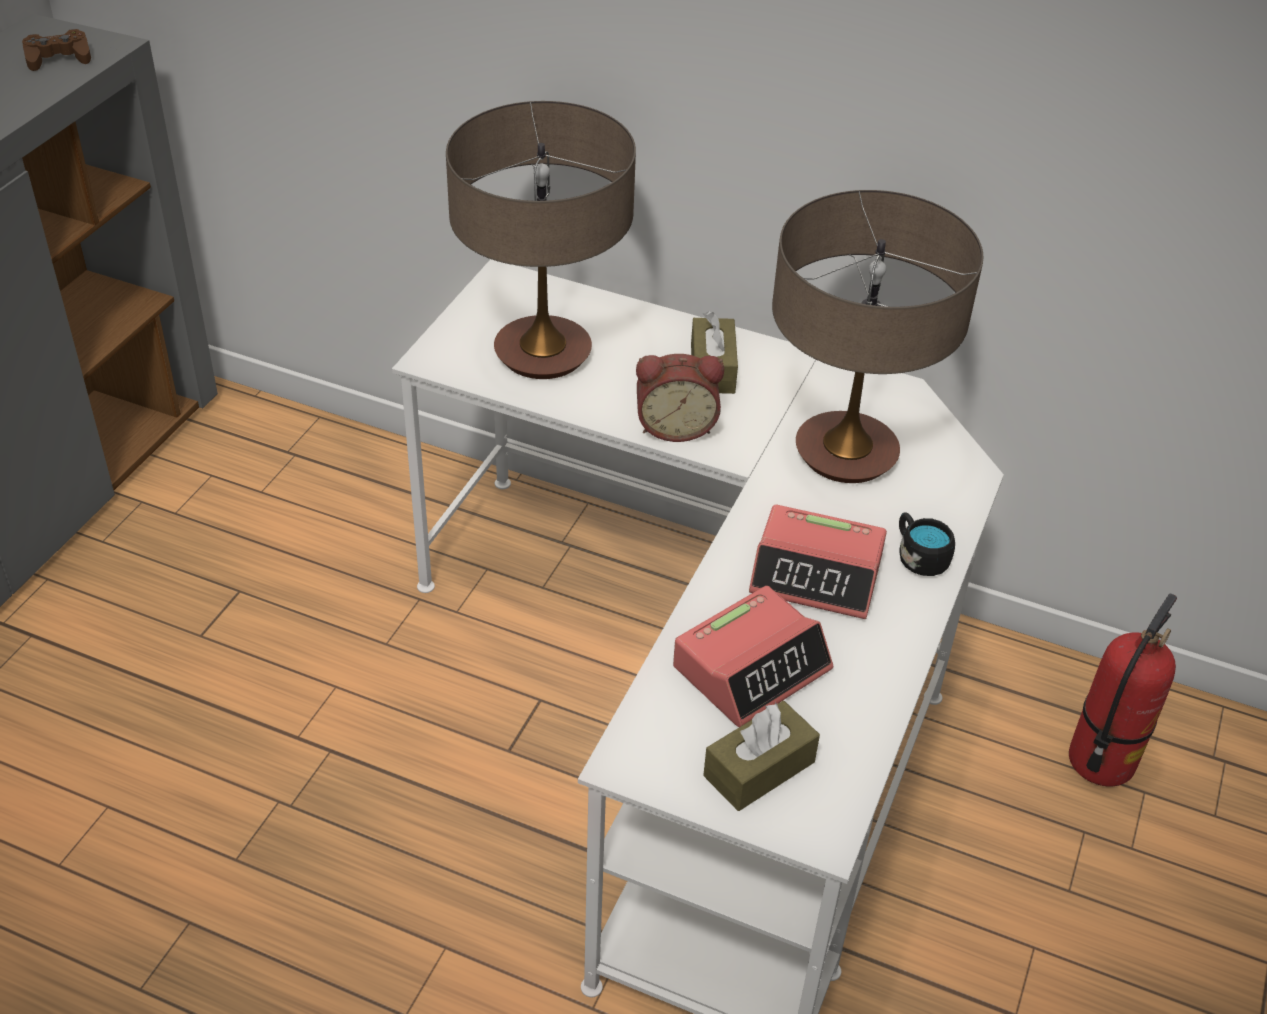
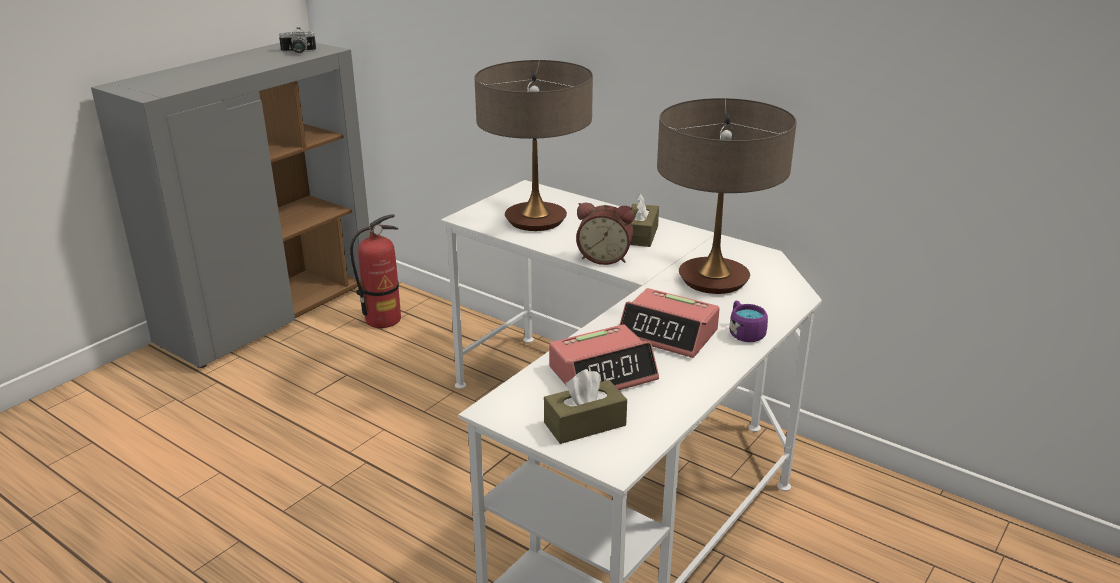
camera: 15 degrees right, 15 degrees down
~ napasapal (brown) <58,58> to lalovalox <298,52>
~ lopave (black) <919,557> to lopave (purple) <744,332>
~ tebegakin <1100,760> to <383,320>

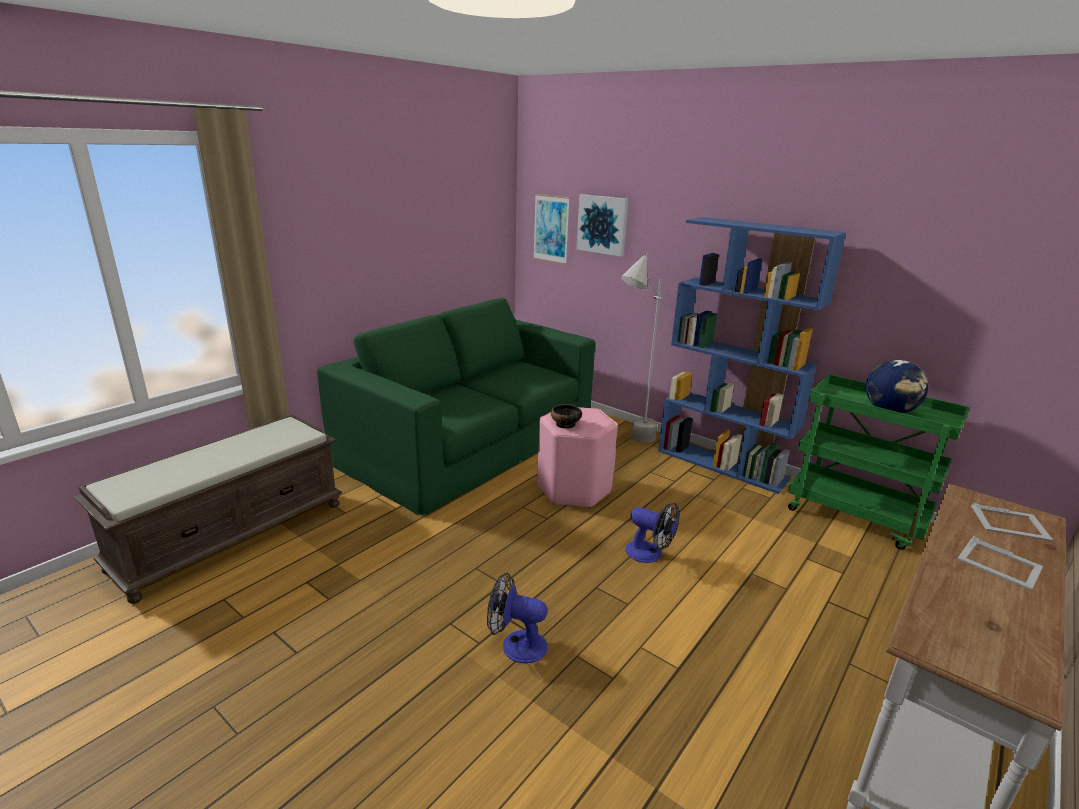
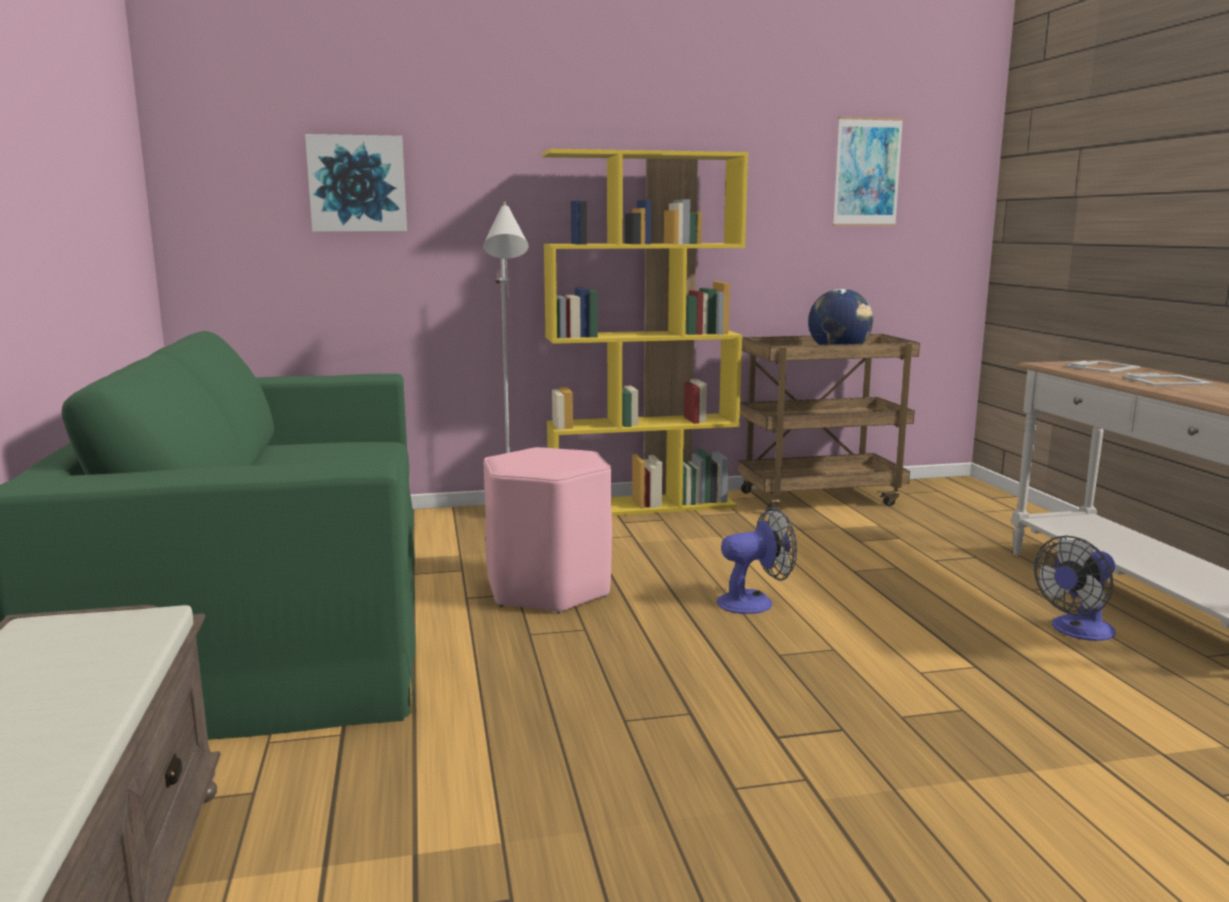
camera: 50 degrees left, 10 degrees down
~ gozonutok <516,644> to <1077,631>
~ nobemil <551,229> to <867,172>
- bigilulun <565,424>
~ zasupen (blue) <723,465> to zasupen (yellow) <642,505>
~ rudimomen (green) <856,516> to rudimomen (brown) <820,498>

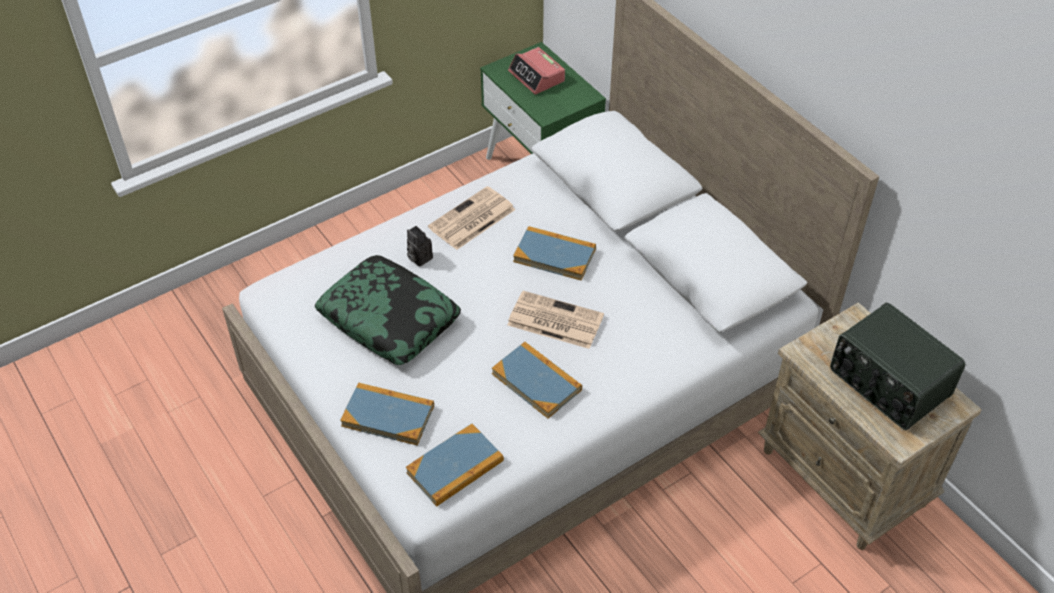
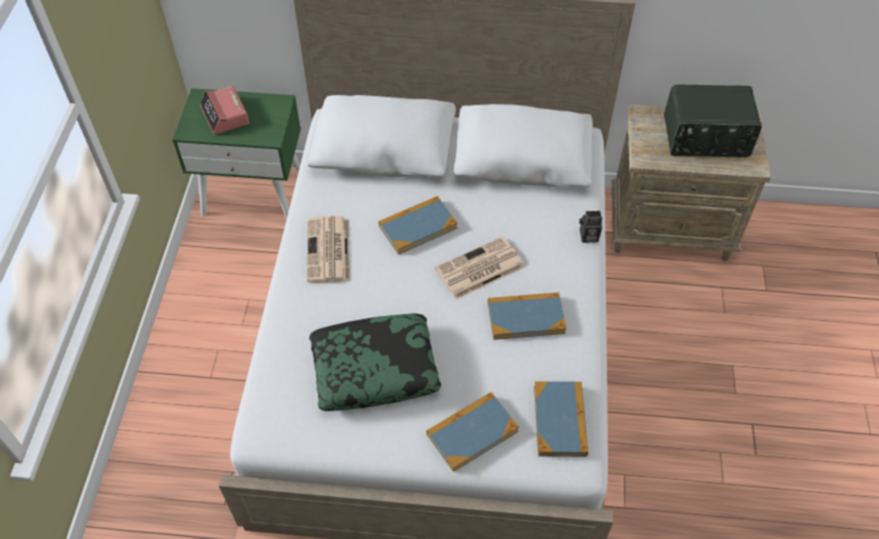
camera: 50 degrees left, 5 degrees up
~ lalovalox <418,258> to <588,237>
~ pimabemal <537,77> = <225,115> 60 degrees clockwise

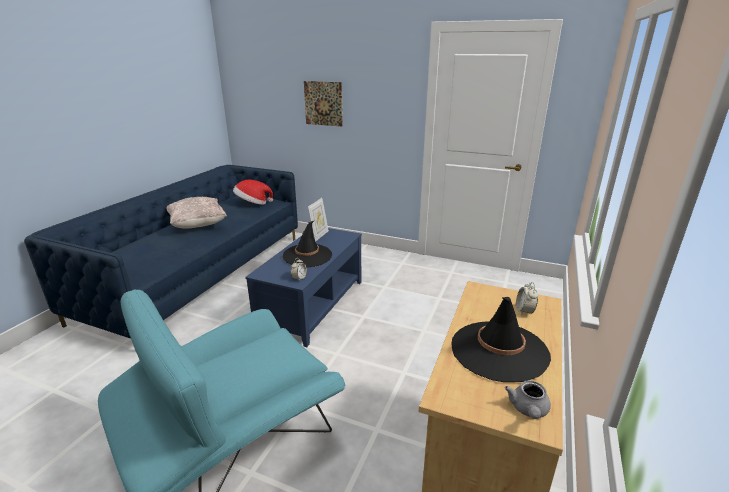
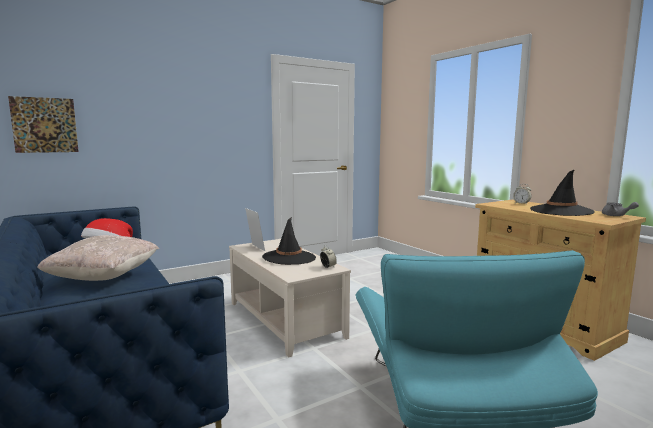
camera: 55 degrees left, 15 degrees down
~ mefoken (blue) <312,304> to mefoken (beige) <284,319>
~ nobemil <323,103> to <45,125>

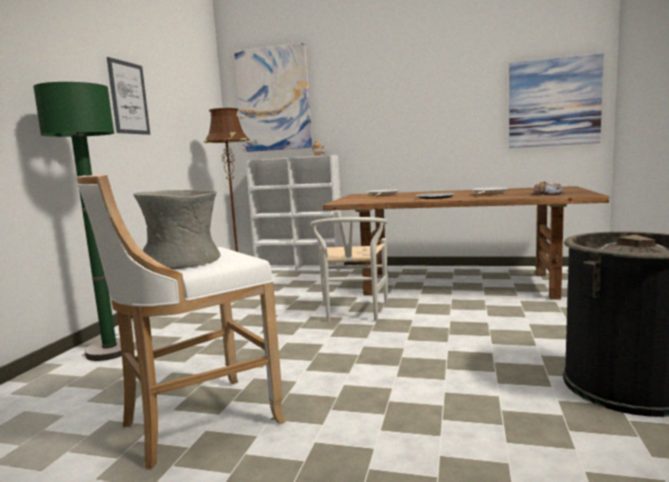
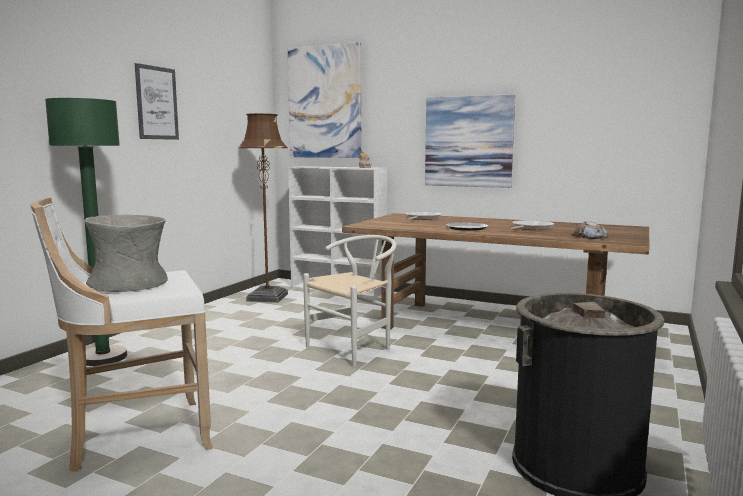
camera: 10 degrees right, 0 degrees up
~ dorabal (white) <353,314> = <355,348> 150 degrees counterclockwise
~ nobemil <554,102> to <468,141>

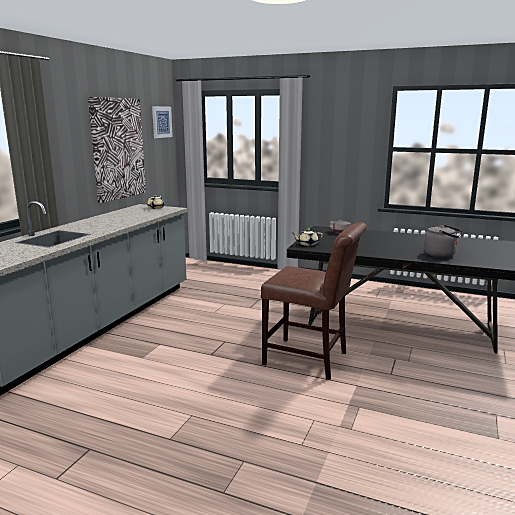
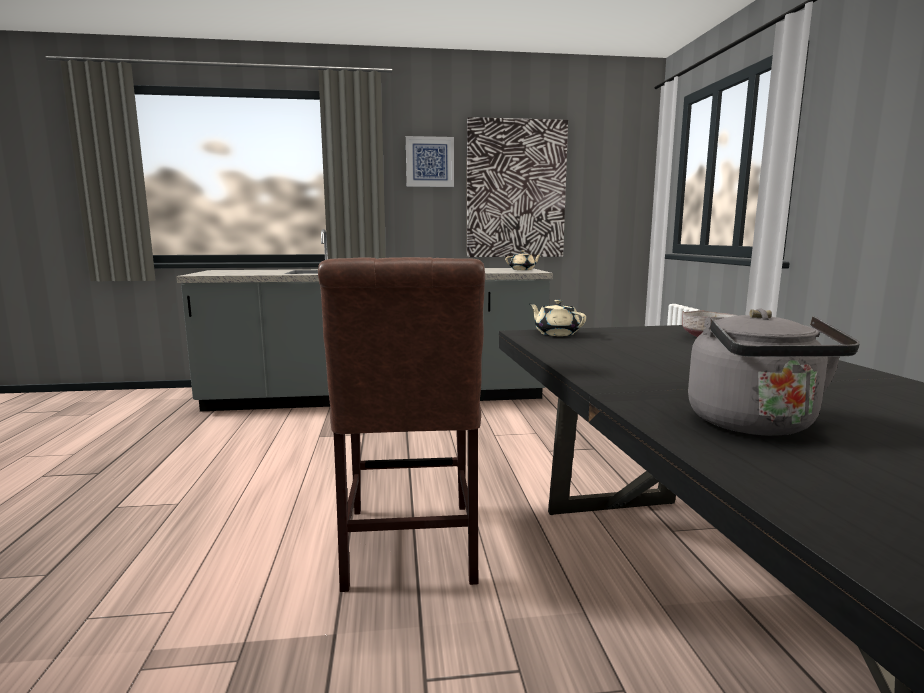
camera: 60 degrees right, 5 degrees down
~ nobemil <161,122> to <429,162>

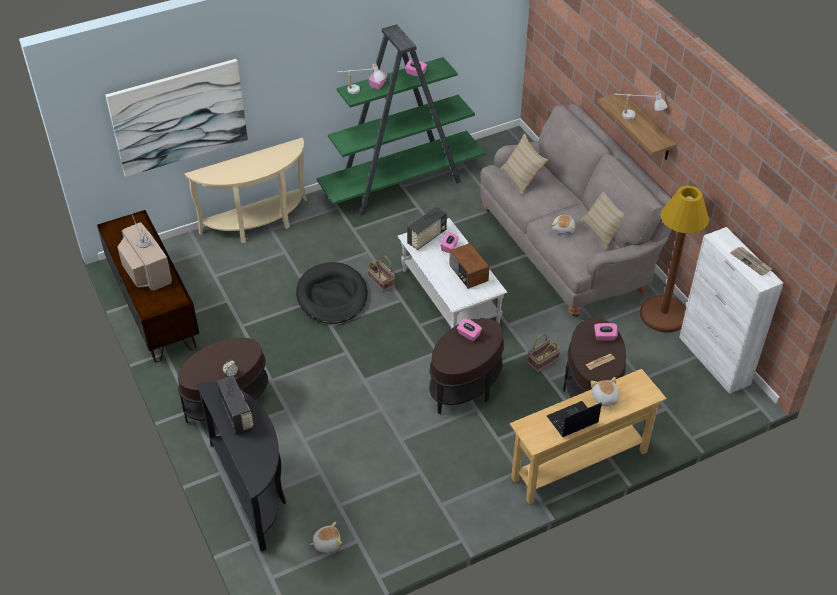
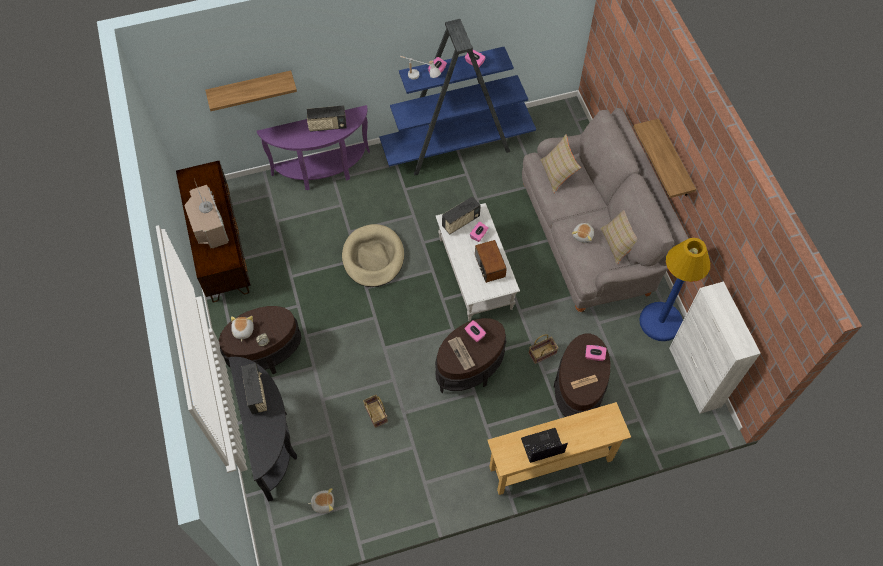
camera: 10 degrees right, 15 degrees up
~ nobemil <179,117> to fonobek <250,87>
~ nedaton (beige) <258,224> to nedaton (purple) <323,172>
~ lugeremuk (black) <332,296> to lugeremuk (beige) <373,257>
~ zasupen (green) <402,183> to zasupen (blue) <457,146>
~ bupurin <380,281> to <375,413>
~ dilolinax <604,398> to <243,331>
- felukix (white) <636,120>
~ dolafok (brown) <663,315> to dolafok (blue) <660,322>
~ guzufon <751,262> to <462,353>
+ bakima <327,126>

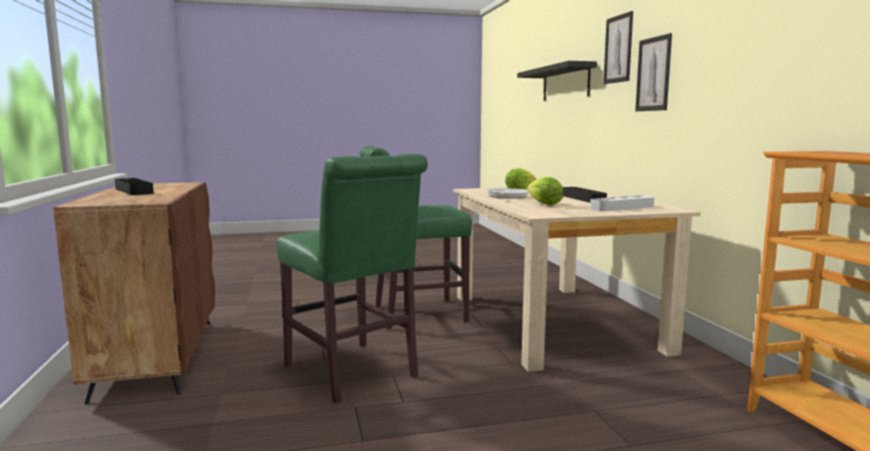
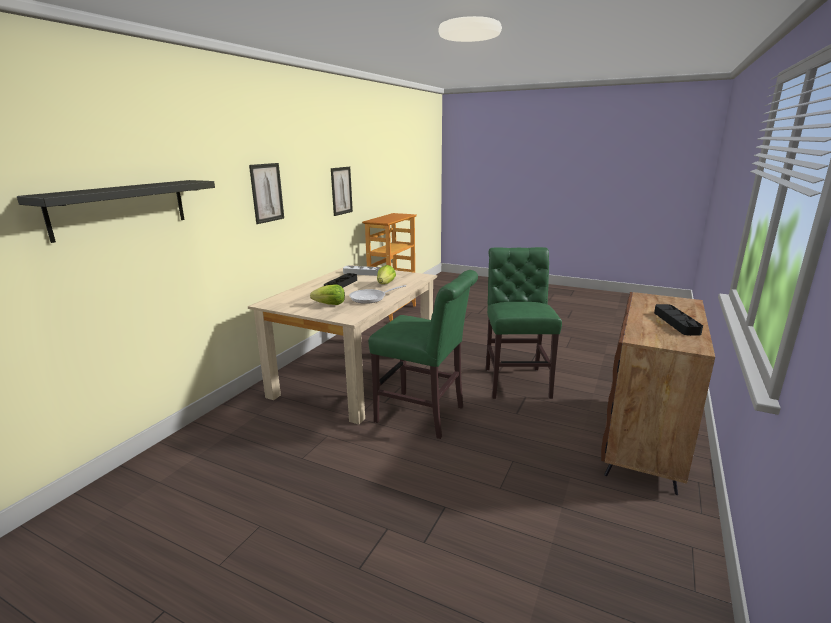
camera: 140 degrees left, 10 degrees up
~ nobemil <618,49> to <341,191>

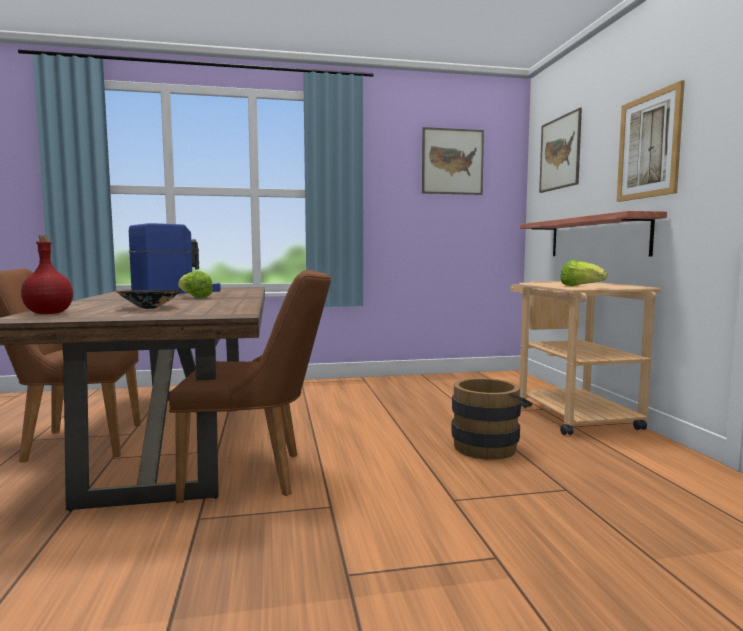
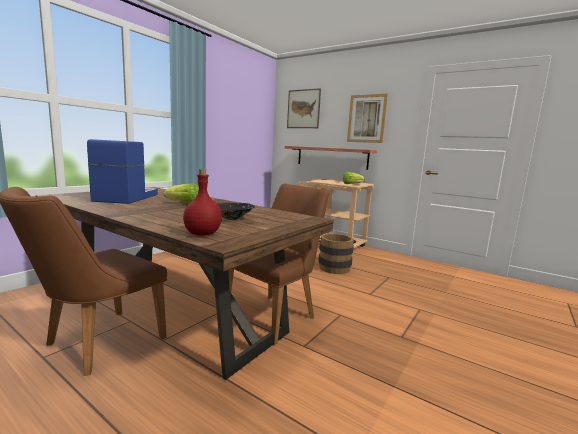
camera: 45 degrees left, 5 degrees up
- nobemil <452,161>

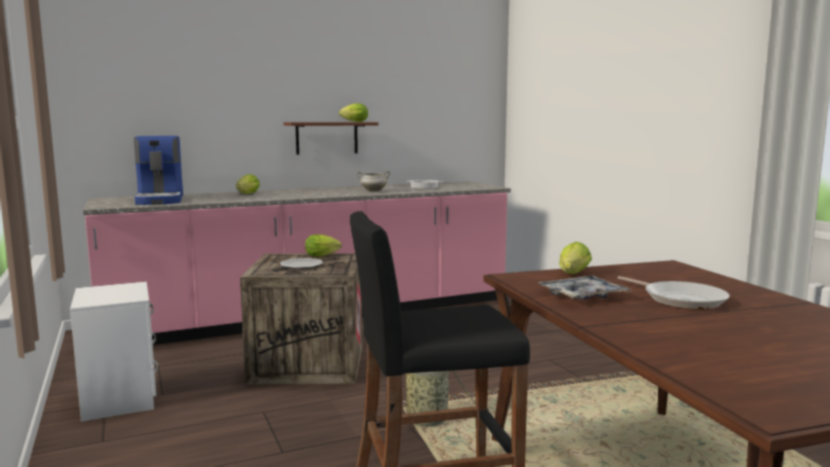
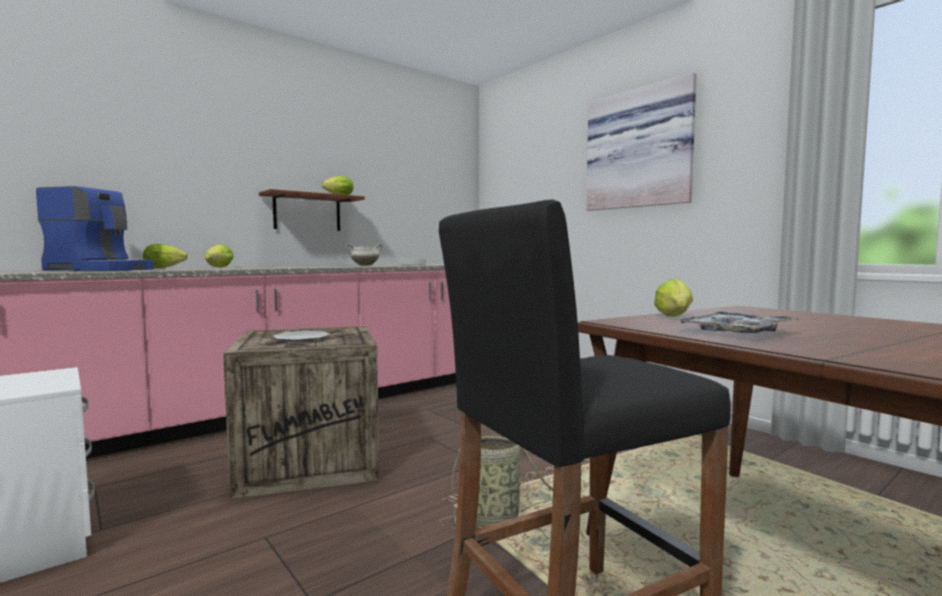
camera: 15 degrees left, 5 degrees down
~ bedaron <161,200> = <102,269> 45 degrees counterclockwise
~ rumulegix <323,256> to <166,267>
- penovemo <680,299>
+ nobemil <640,149>

